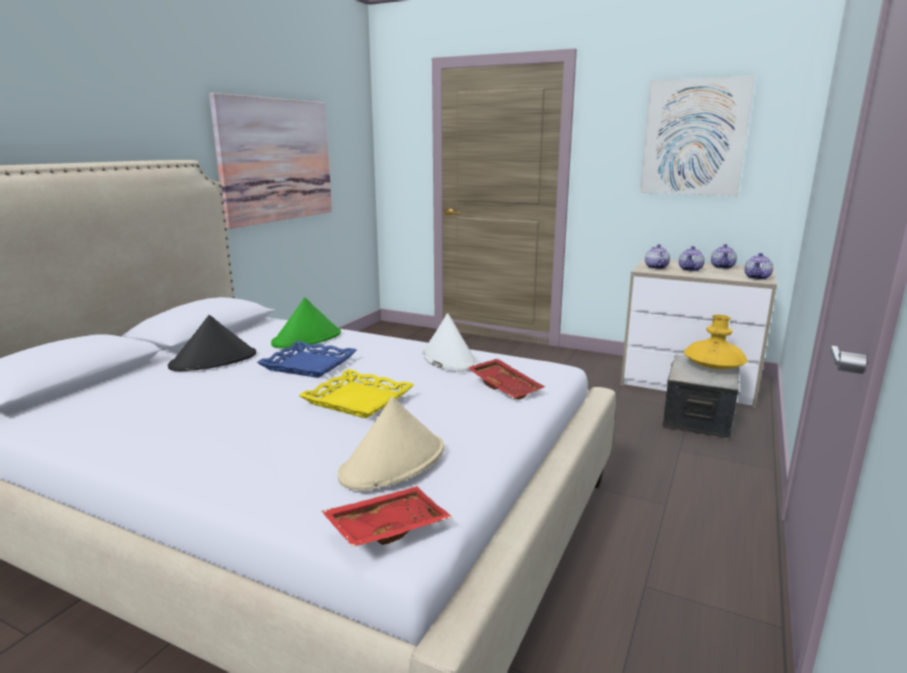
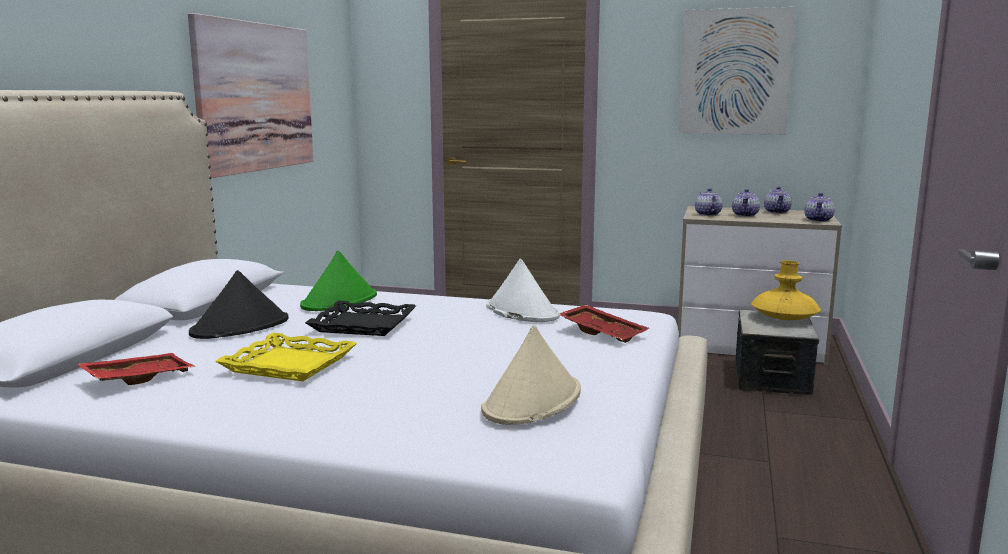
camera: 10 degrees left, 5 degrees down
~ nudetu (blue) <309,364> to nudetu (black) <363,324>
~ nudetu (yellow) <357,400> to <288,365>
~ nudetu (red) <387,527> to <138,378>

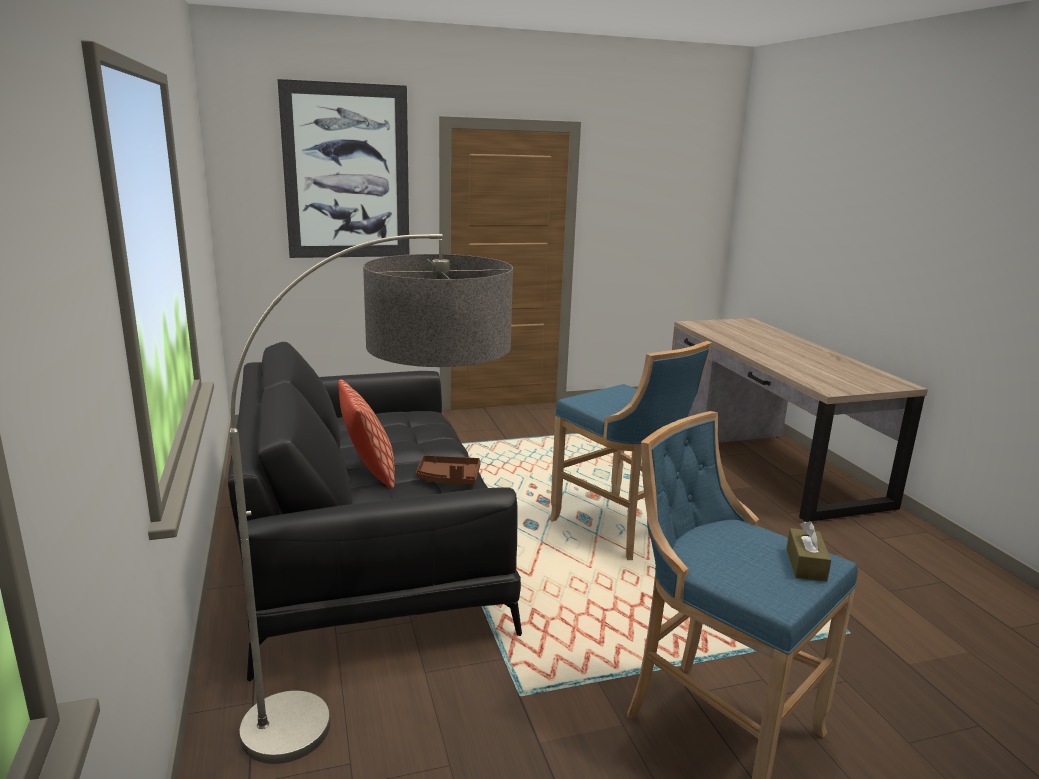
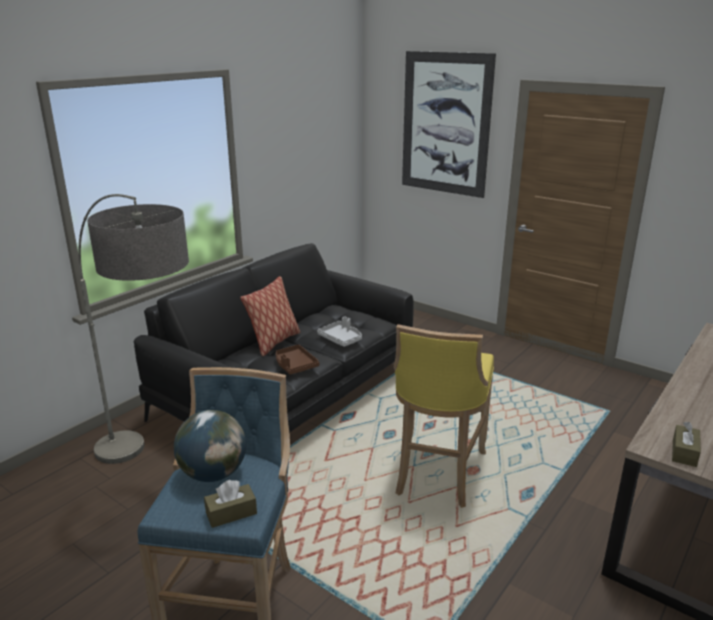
camera: 55 degrees right, 5 degrees up
~ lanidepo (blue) <620,529> to lanidepo (yellow) <437,474>
+ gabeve <213,474>
+ nudetu (grey) <341,339>
+ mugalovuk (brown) <684,452>

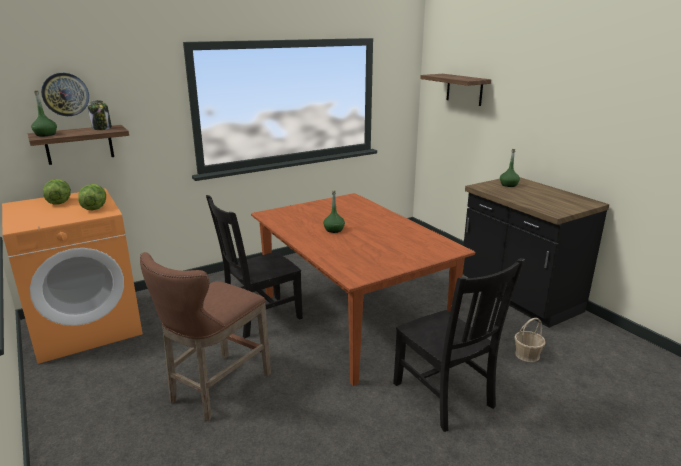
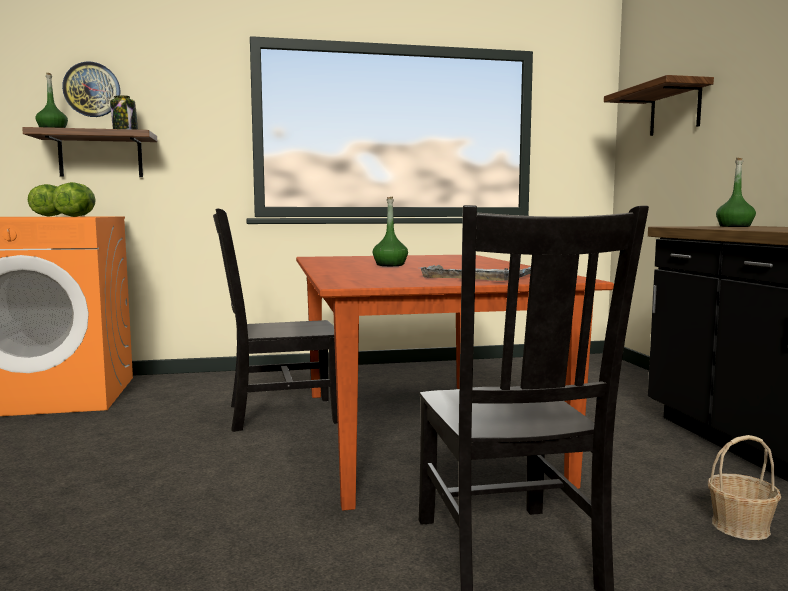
camera: 20 degrees right, 15 degrees down
- lanidepo (brown) <215,389>
+ nudetu (grey) <480,276>

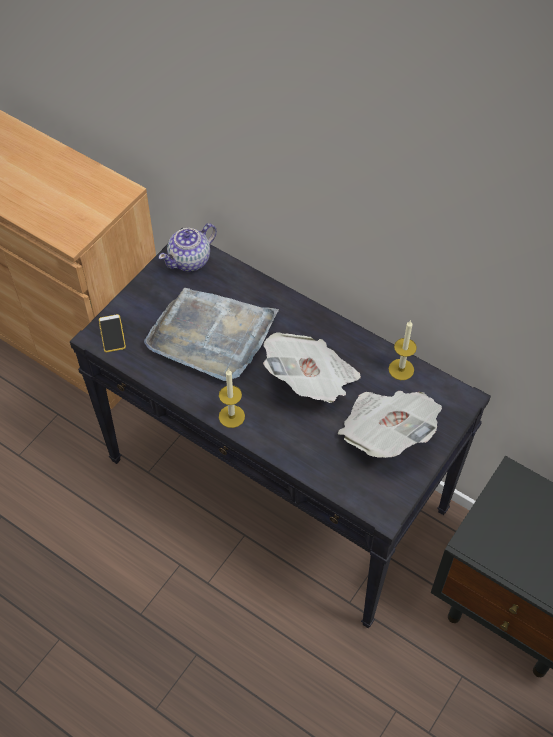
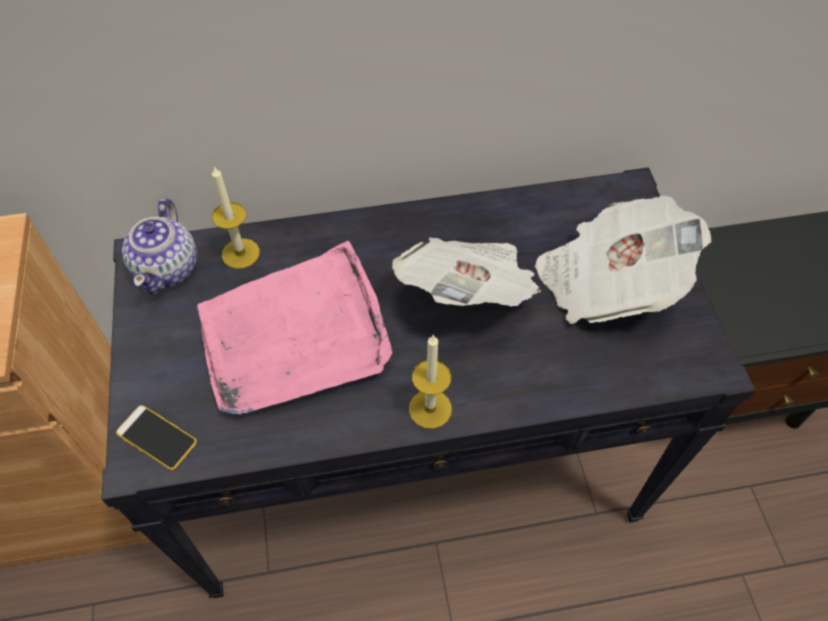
camera: 45 degrees left, 0 degrees up
~ nudetu (grey) <211,336> to nudetu (pink) <295,334>
~ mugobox <401,369> to <240,253>

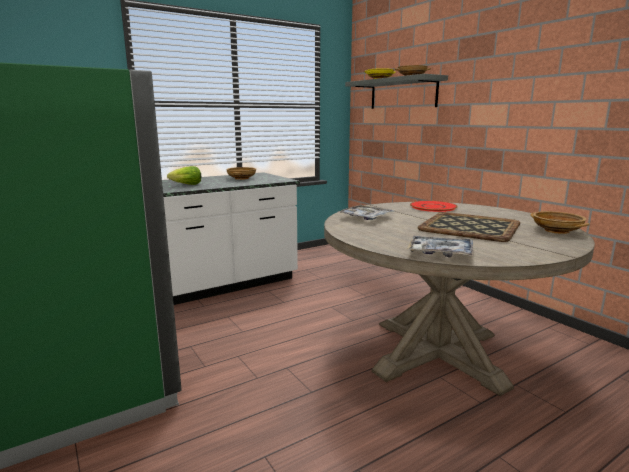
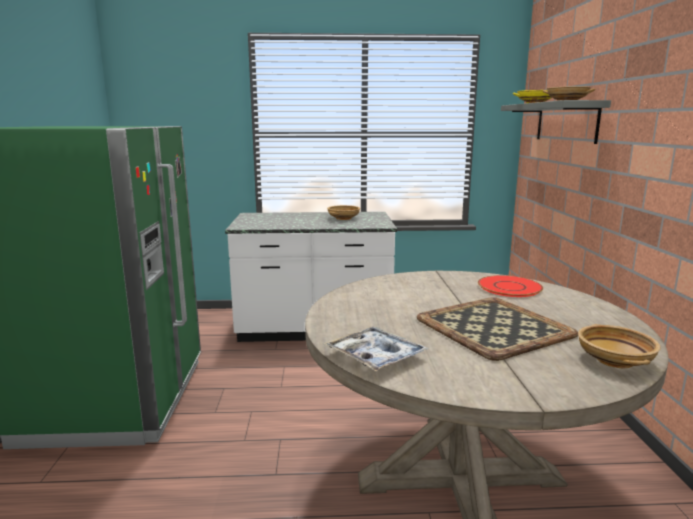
camera: 30 degrees right, 0 degrees up
- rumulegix <186,185>
- nudetu <366,217>

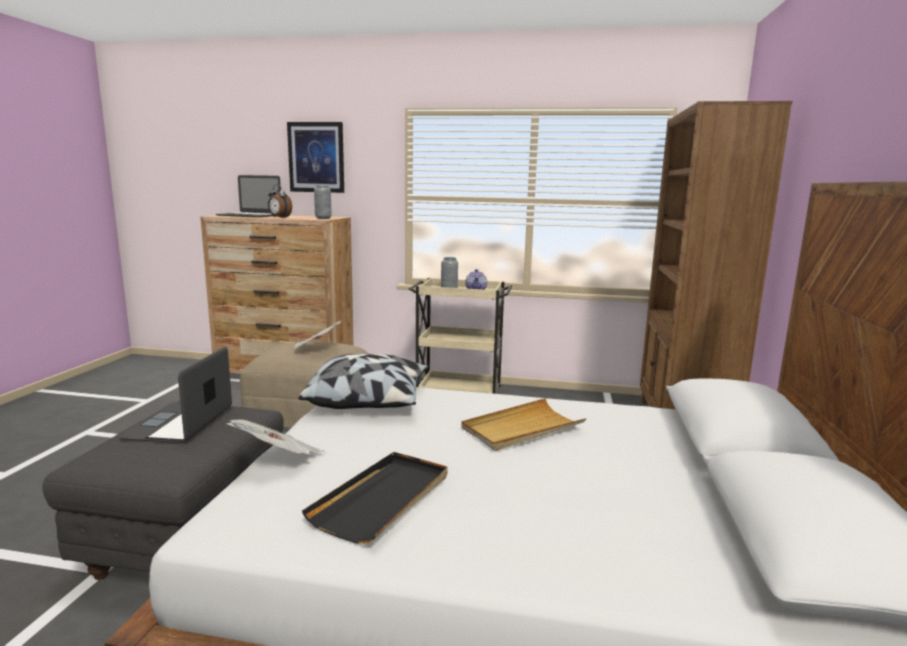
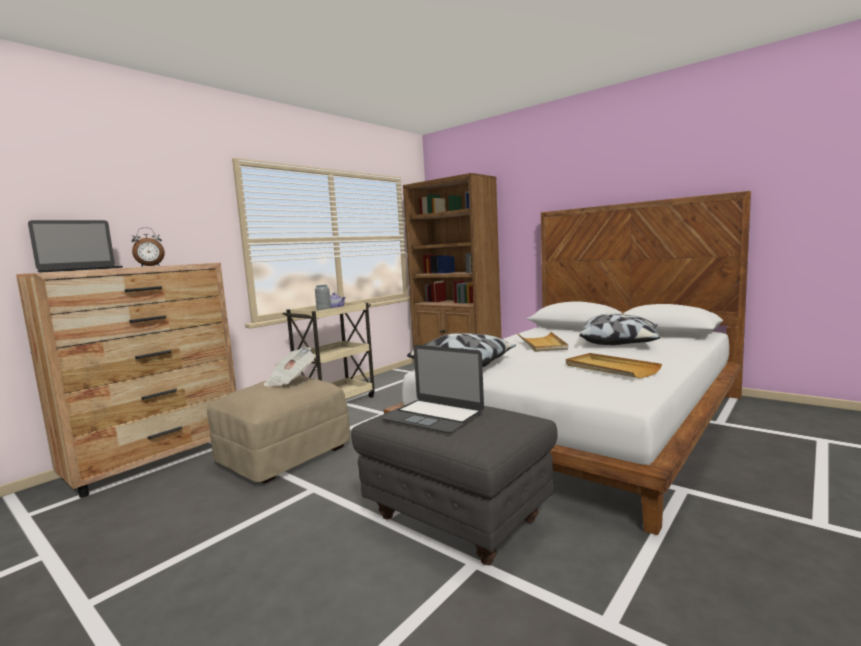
camera: 60 degrees left, 5 degrees down
- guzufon <278,459>
- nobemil <316,157>
~ nudetu (black) <383,499> to nudetu (beige) <610,368>
- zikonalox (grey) <323,218>
+ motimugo <619,343>

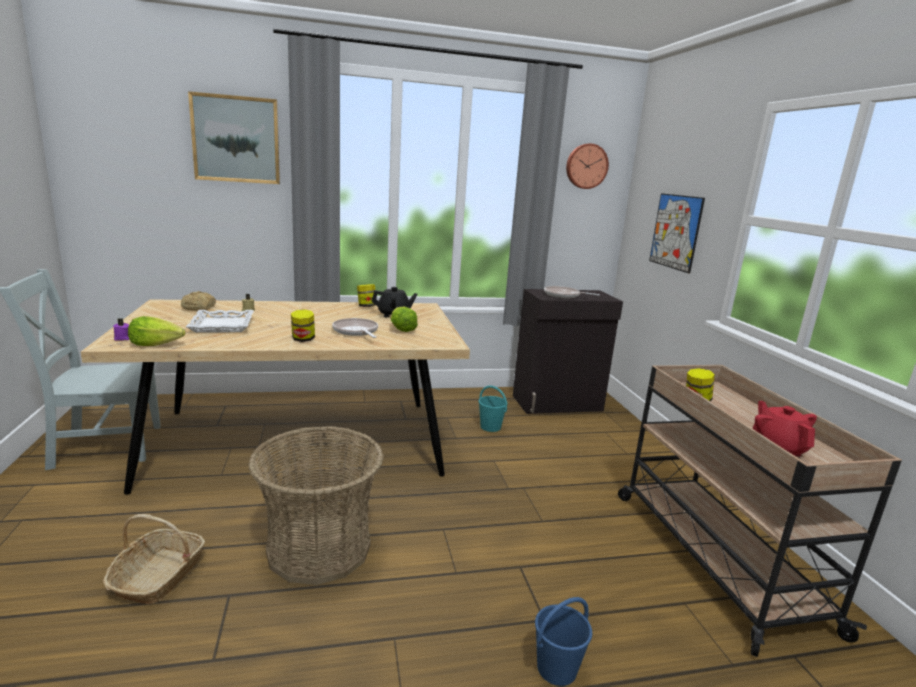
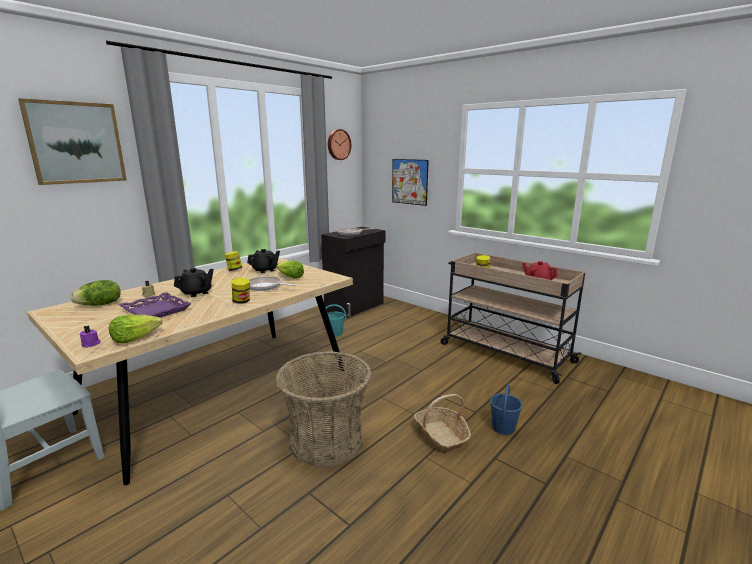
camera: 35 degrees left, 0 degrees up
~ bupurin <158,576> to <441,436>
~ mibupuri <199,308> to rumulegix <100,305>
~ nudetu (white) <221,325> to nudetu (purple) <155,311>
+ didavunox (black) <196,293>

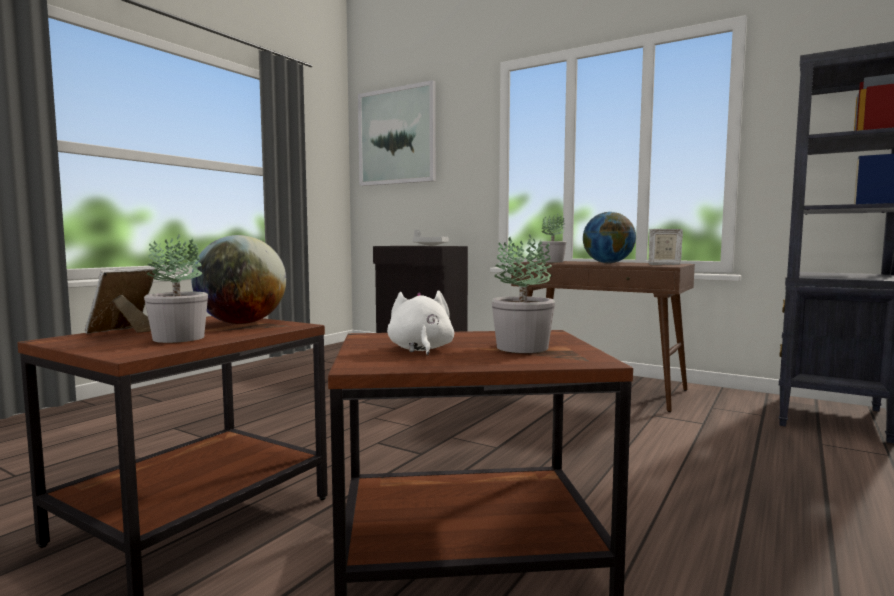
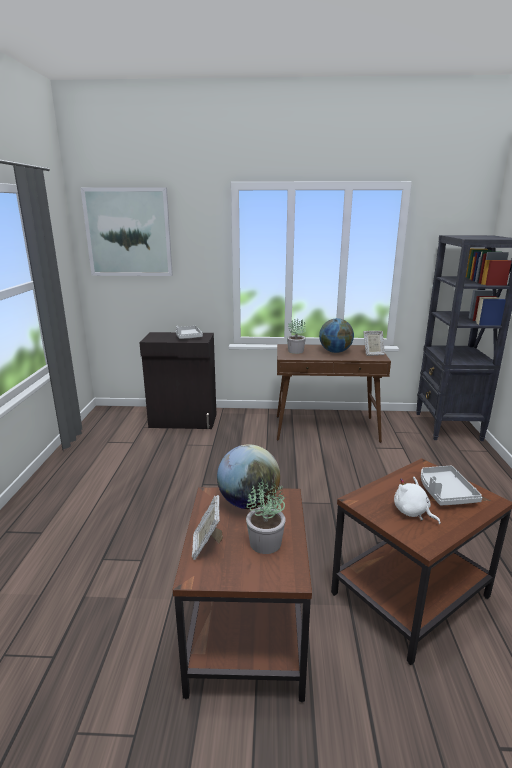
camera: 30 degrees left, 15 degrees up
~ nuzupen <521,347> to nudetu (grey) <445,492>

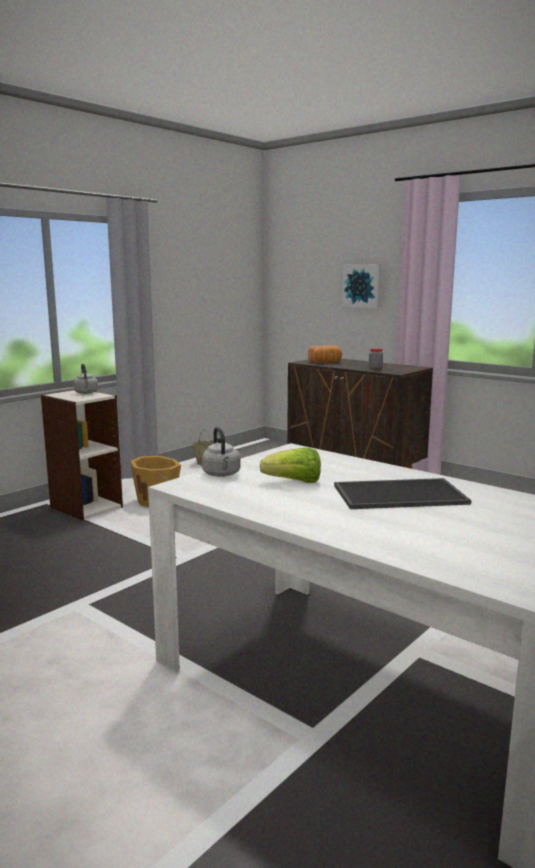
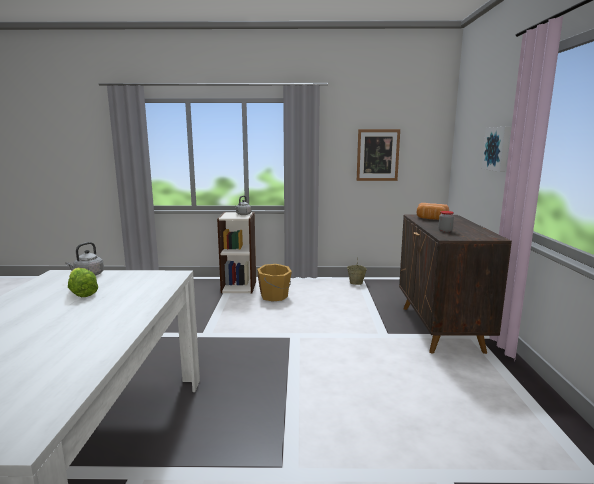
camera: 50 degrees right, 0 degrees up
- nudetu <400,494>
+ nobemil <377,155>

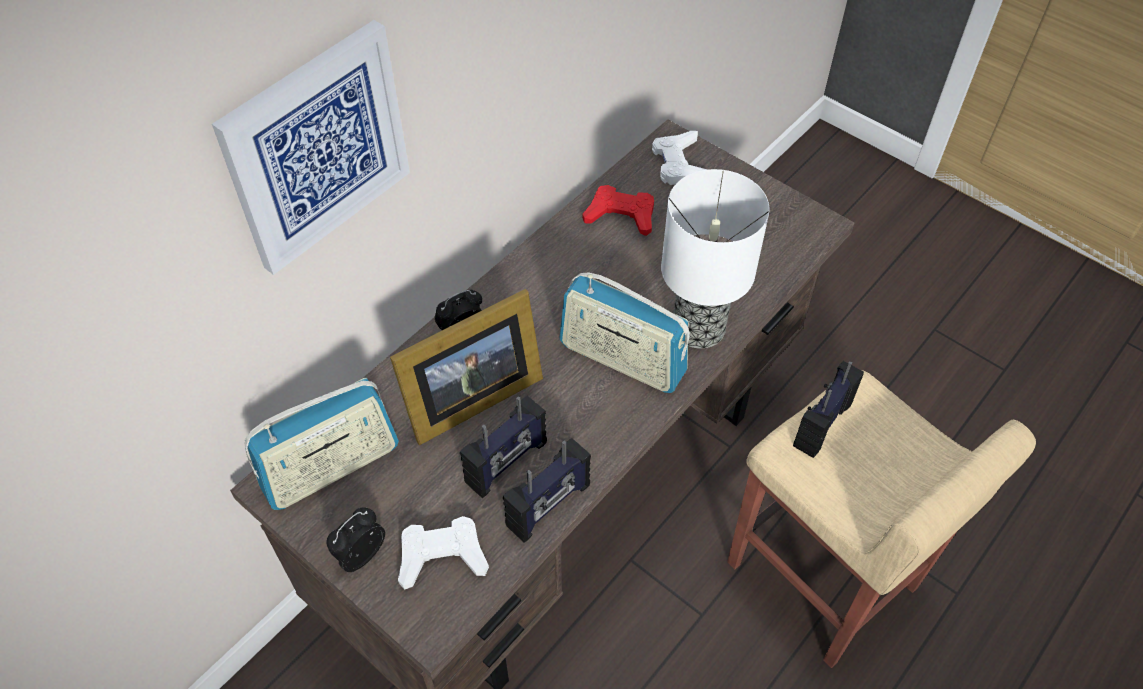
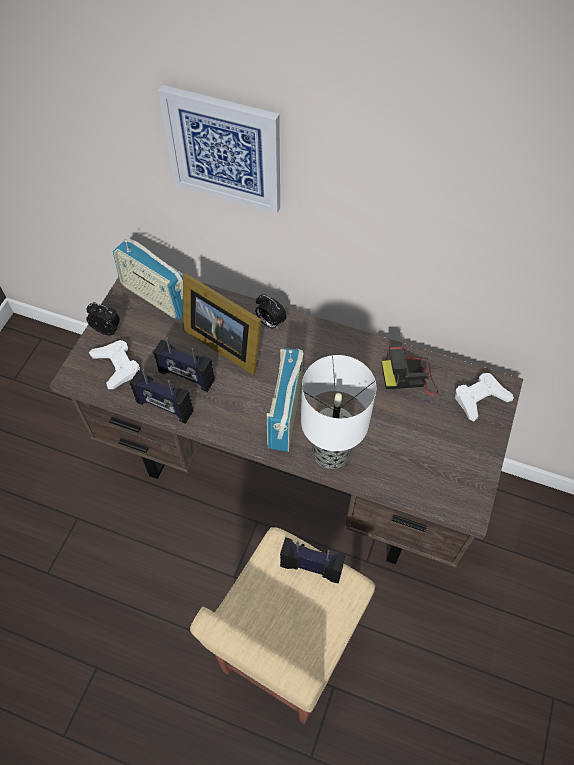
camera: 70 degrees right, 5 degrees up
~ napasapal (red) <621,215> to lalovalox <409,377>

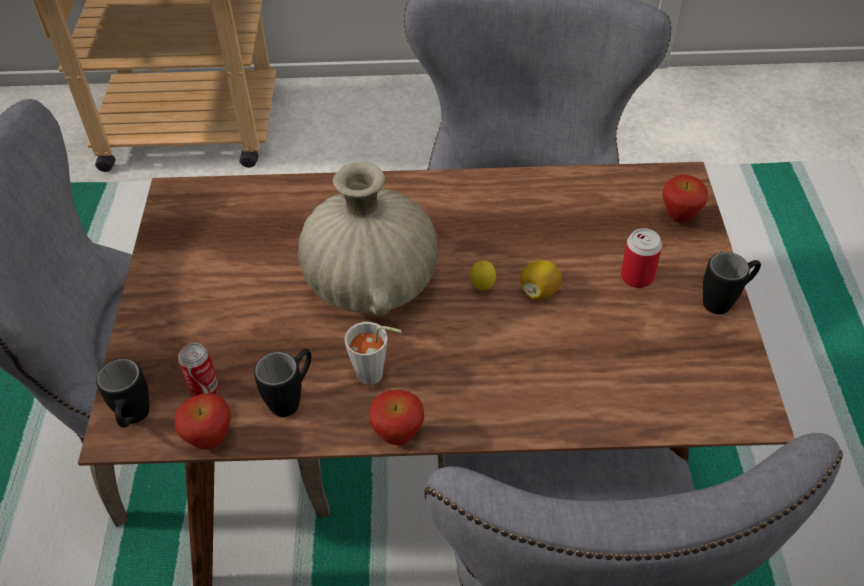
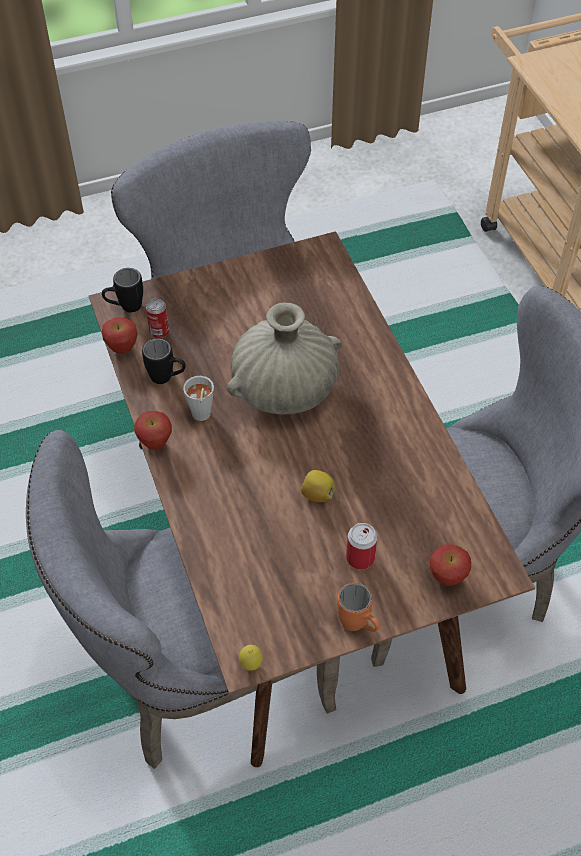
camera: 70 degrees right, 5 degrees up
~ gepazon <482,288> to <251,664>
~ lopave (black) <725,301> to lopave (orange) <358,626>

